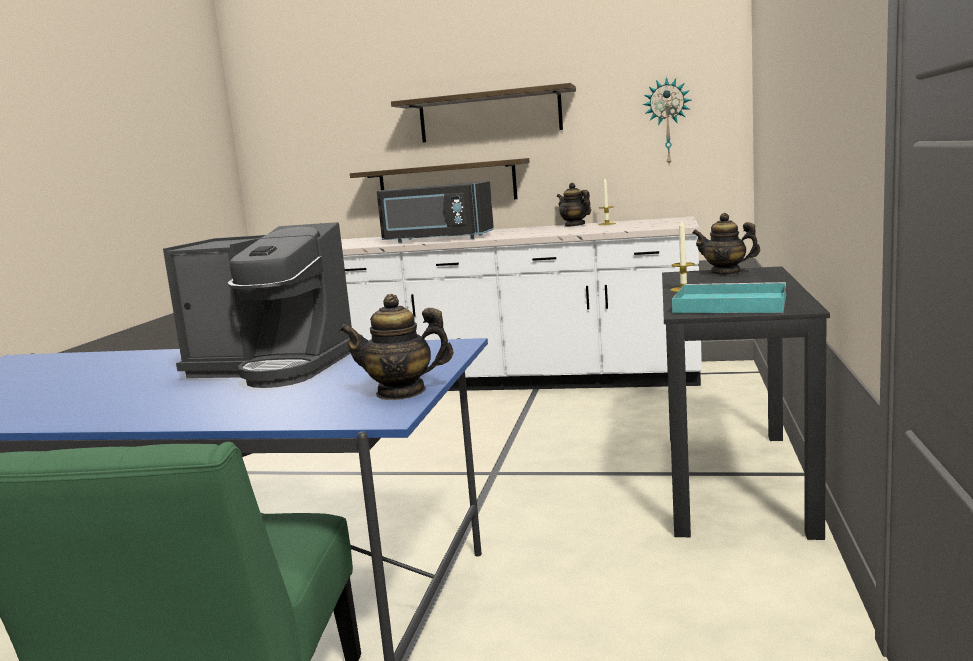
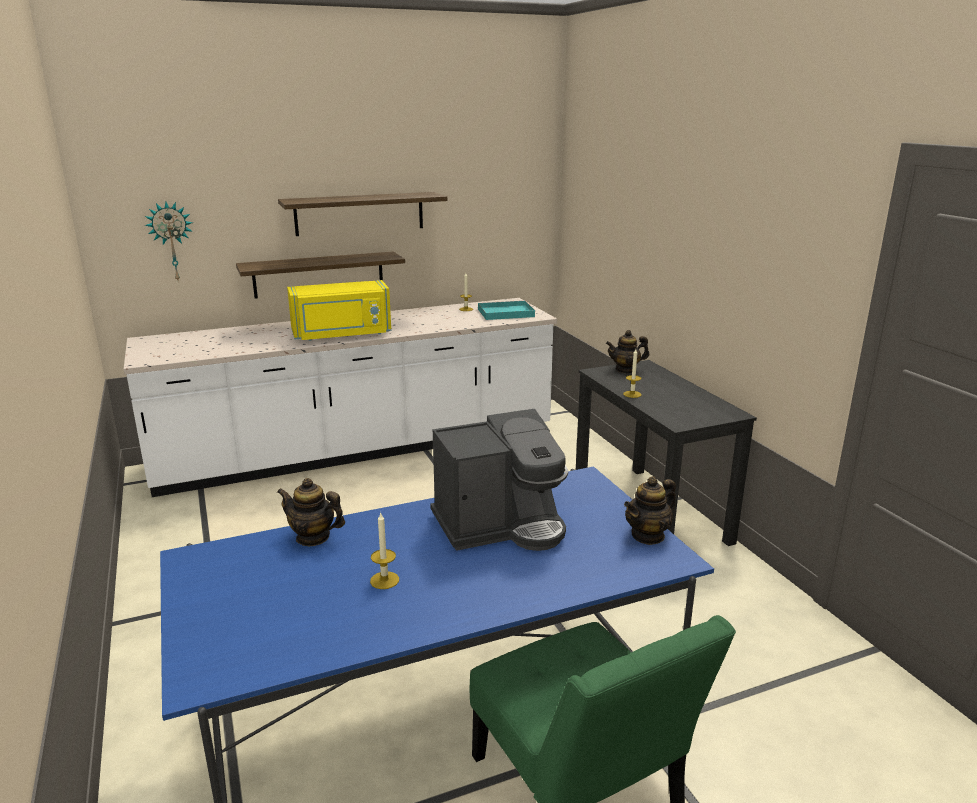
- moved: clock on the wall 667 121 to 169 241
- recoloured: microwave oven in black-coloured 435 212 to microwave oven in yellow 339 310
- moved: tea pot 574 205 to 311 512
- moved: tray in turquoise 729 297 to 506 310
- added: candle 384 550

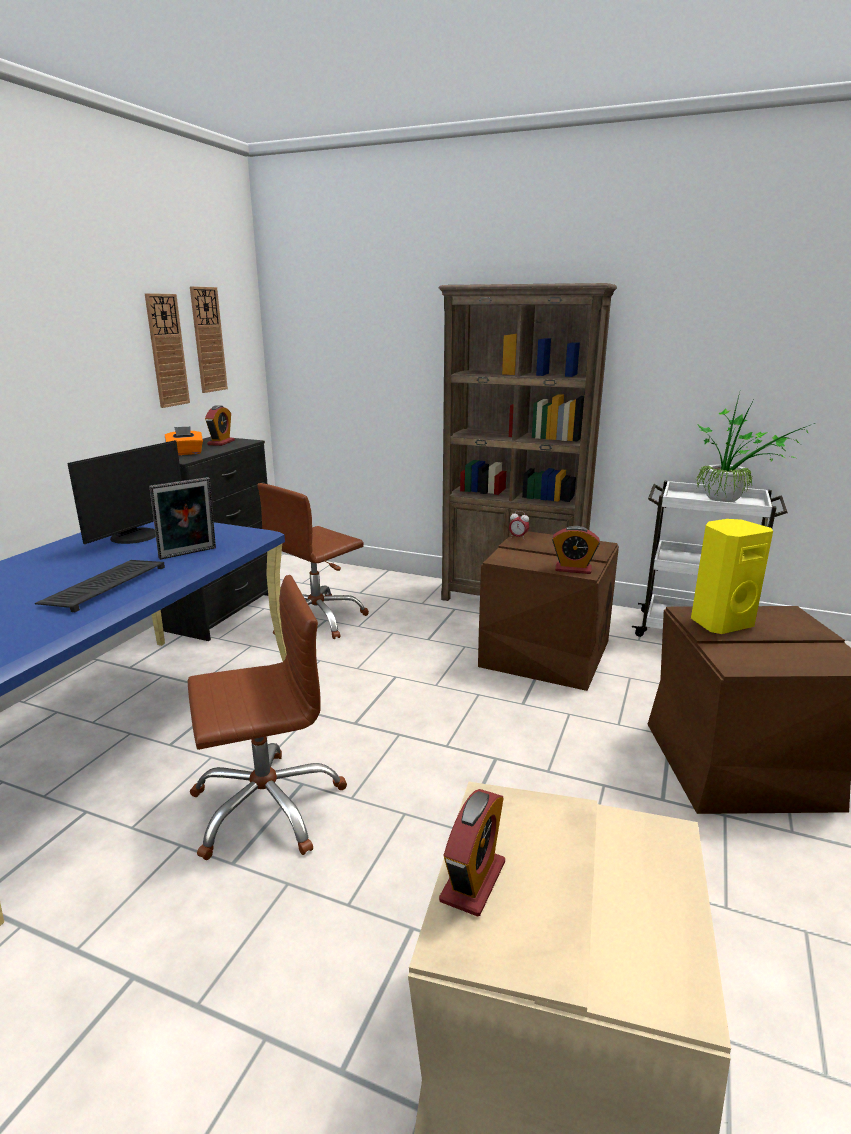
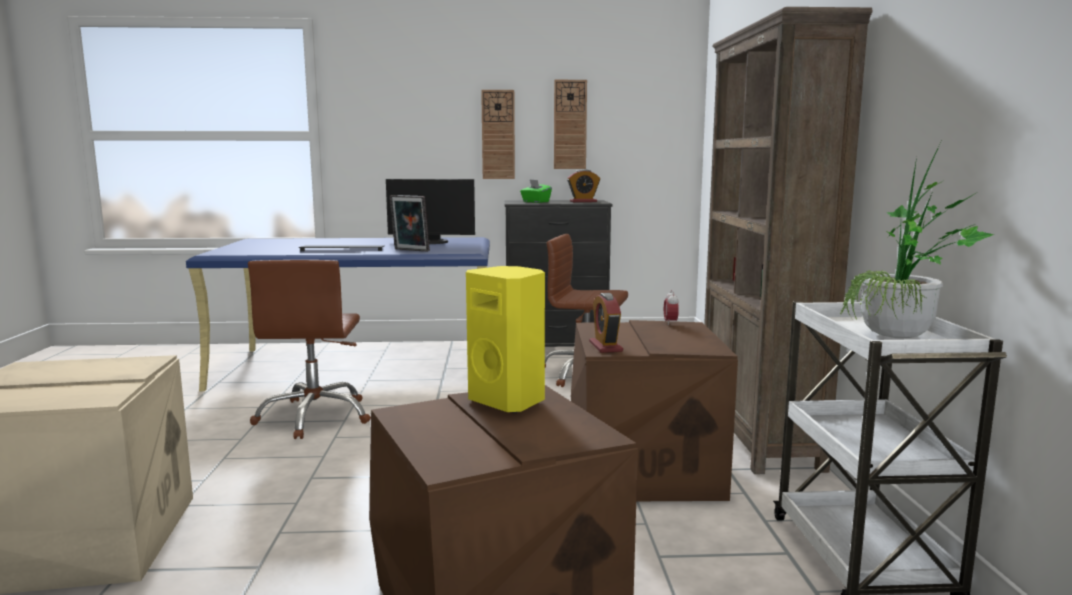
- moved: clock on the wall 209 339 to 498 134
- recoloured: tissue holder in orange 184 440 to tissue holder in green-coloured 536 191
- turned: desk chair in brown 267 717 = 309 349 45 degrees clockwise
- removed: bedside clock 472 853

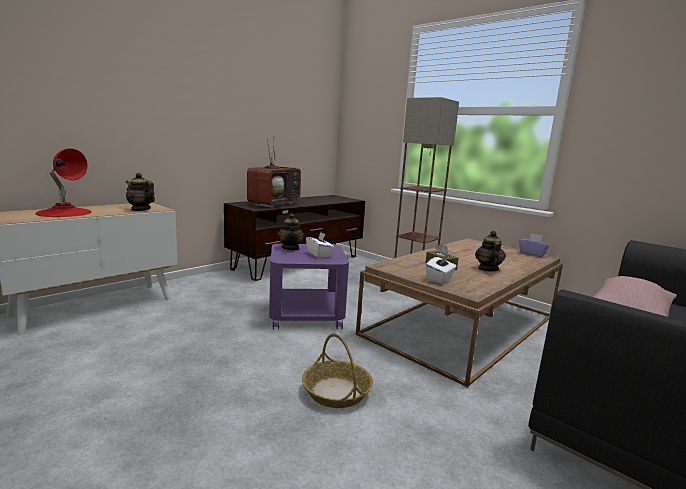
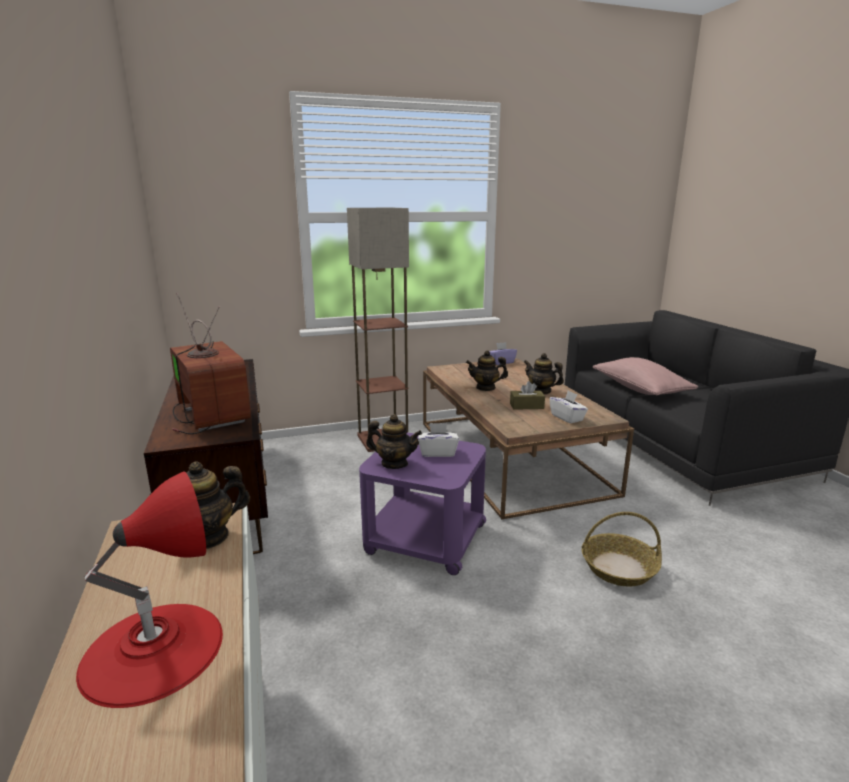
- added: tea pot 487 370

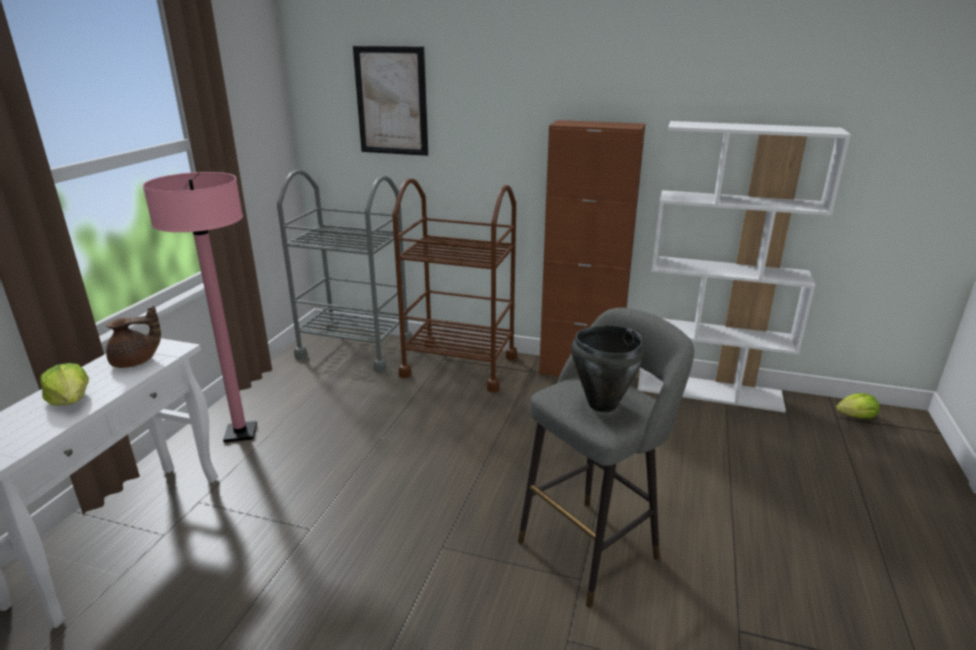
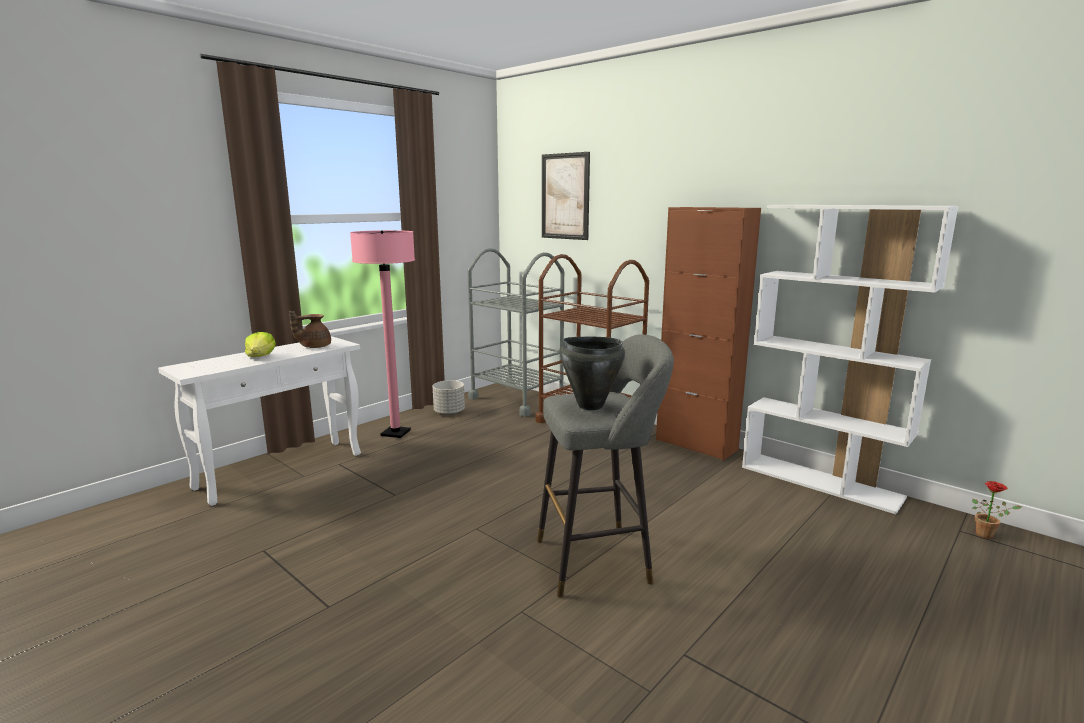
- turned: tea pot in brown 133 337 = 310 329 150 degrees clockwise
- replaced: lettuce 857 406 to potted plant 997 510
- added: planter in greyish 449 397

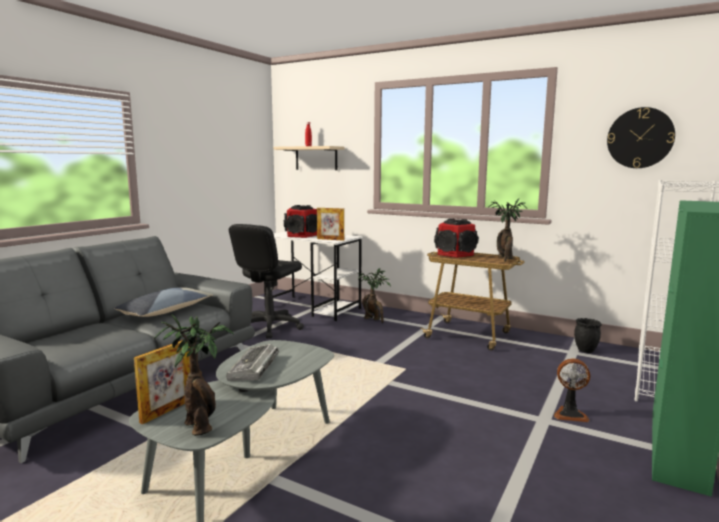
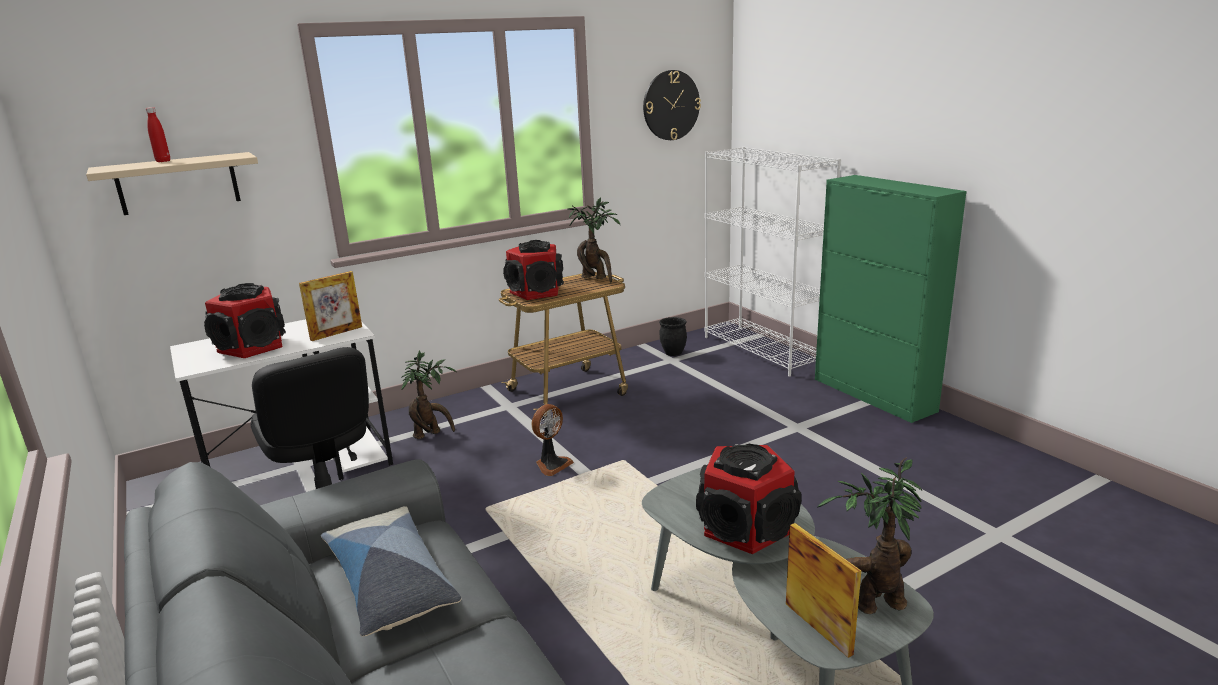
- replaced: computer keyboard 252 362 to speaker 748 499
- moved: electric fan 572 390 to 553 440

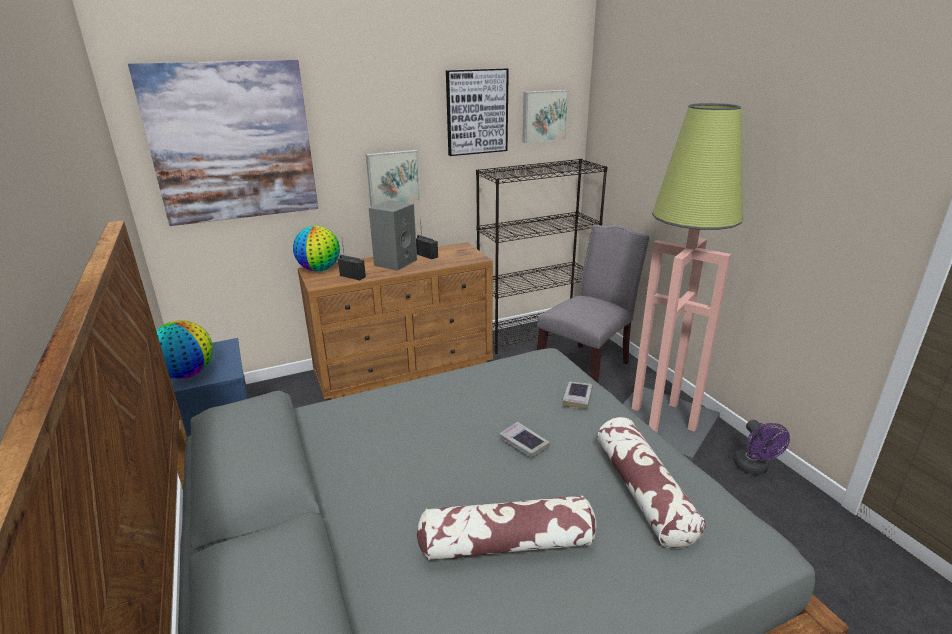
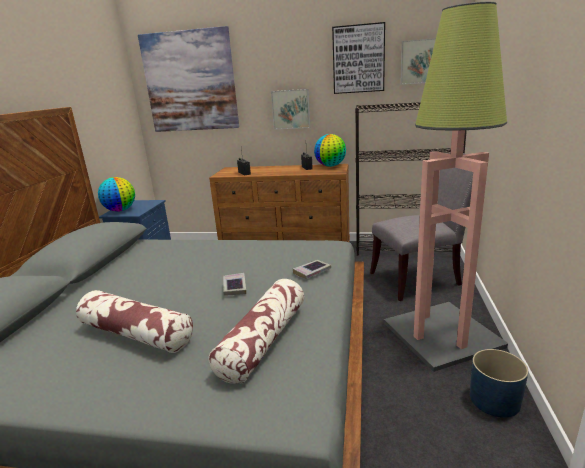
- removed: speaker in greyish 393 235
- moved: globe 316 248 to 330 150
- replaced: electric fan in purple-coloured 761 447 to planter in bluish 499 383

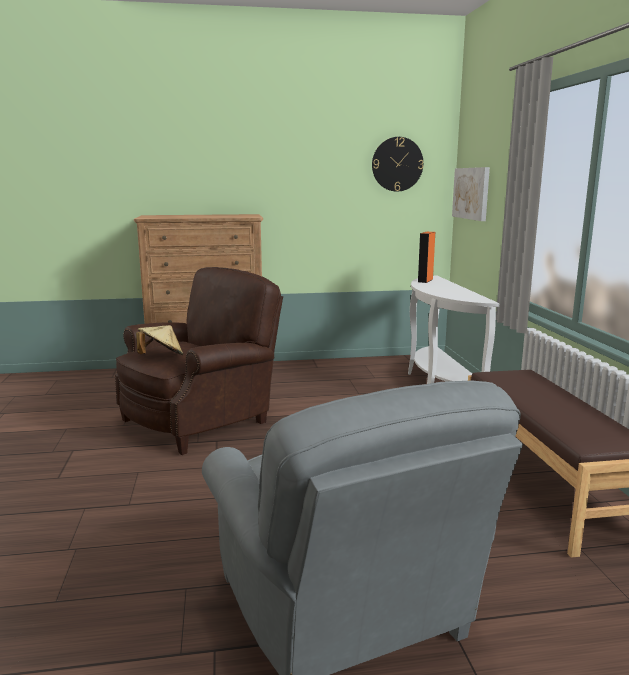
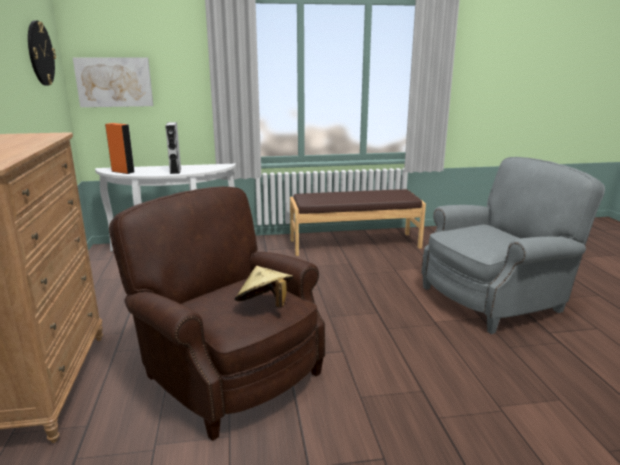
- added: speaker in greyish 173 148

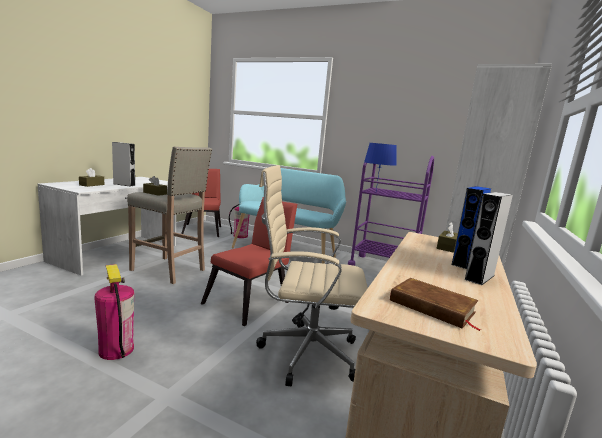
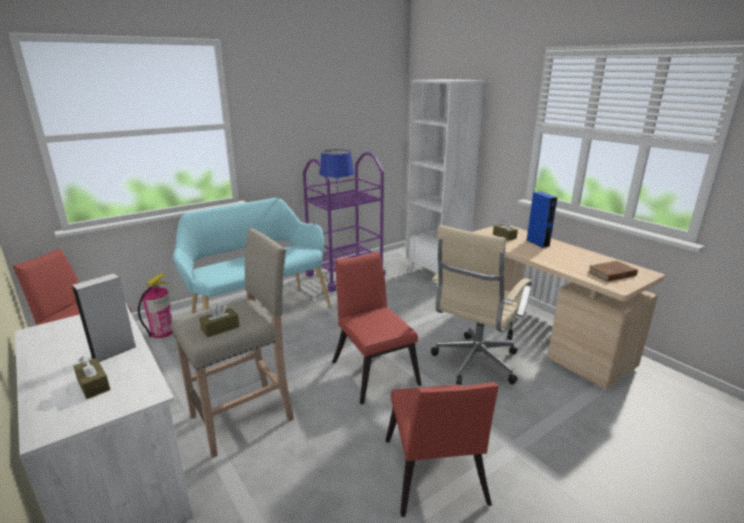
- removed: speaker in greyish 488 238
- replaced: extinguisher 114 312 to upright chair in reddish 442 449

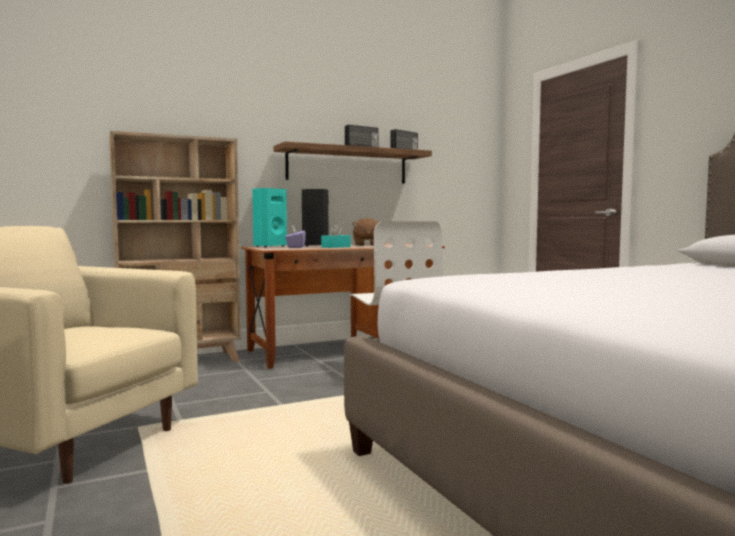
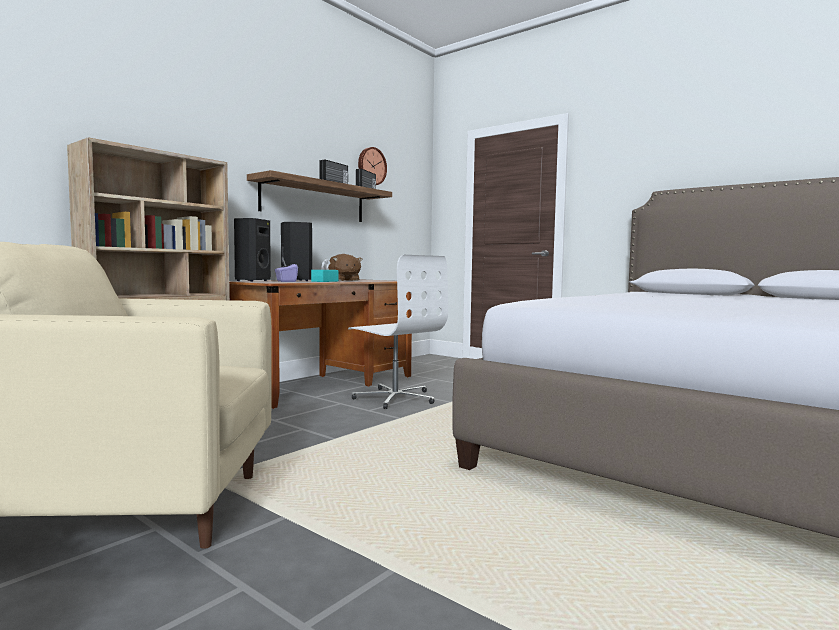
- recoloured: speaker in turquoise 269 217 to speaker in black-coloured 252 250
- added: clock on the wall 372 166

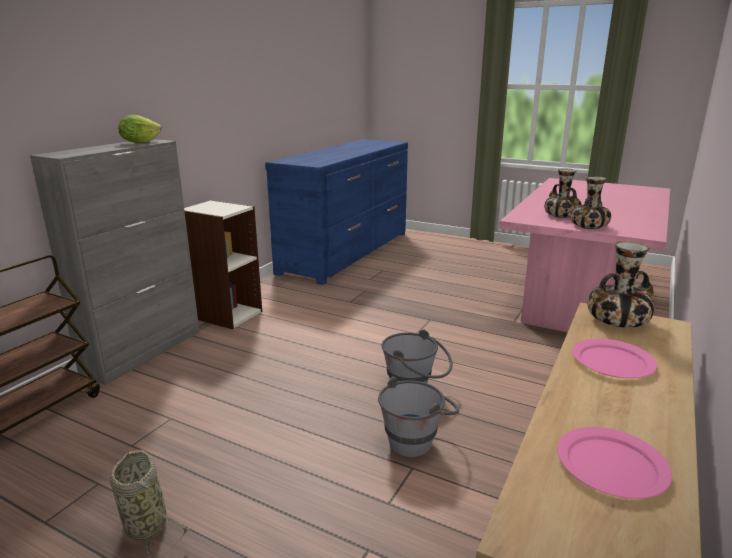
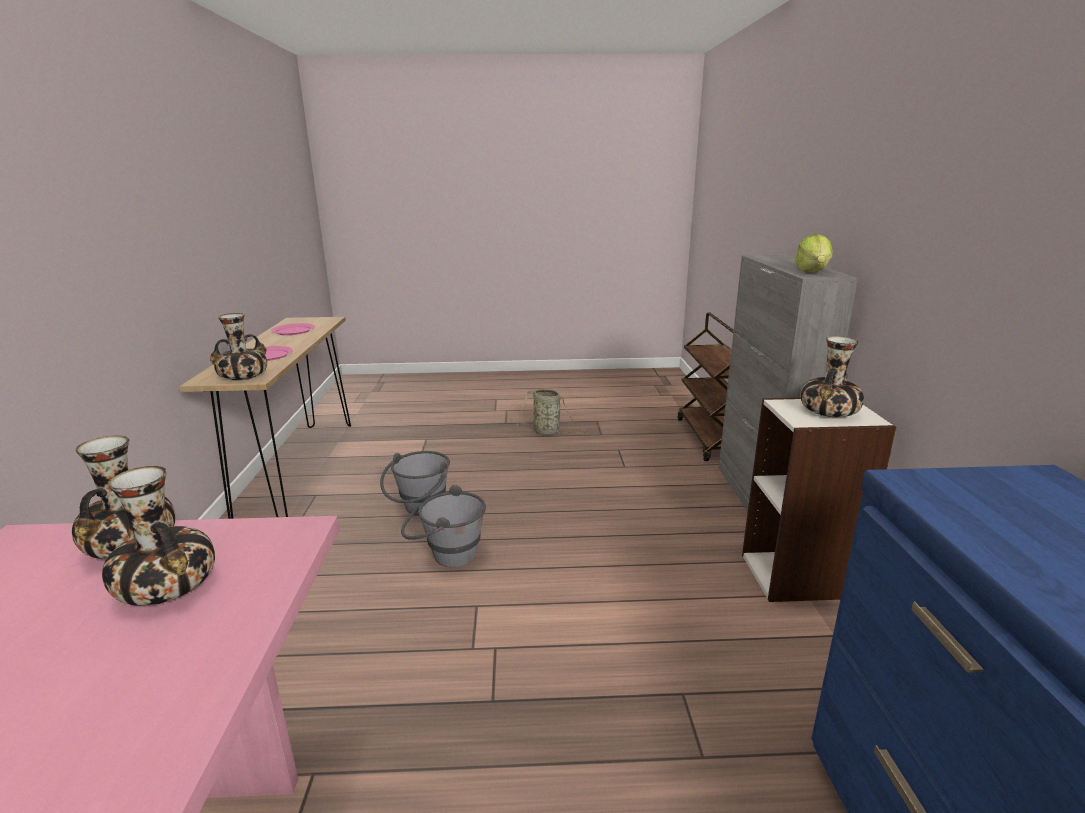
- added: flower vase 832 376

